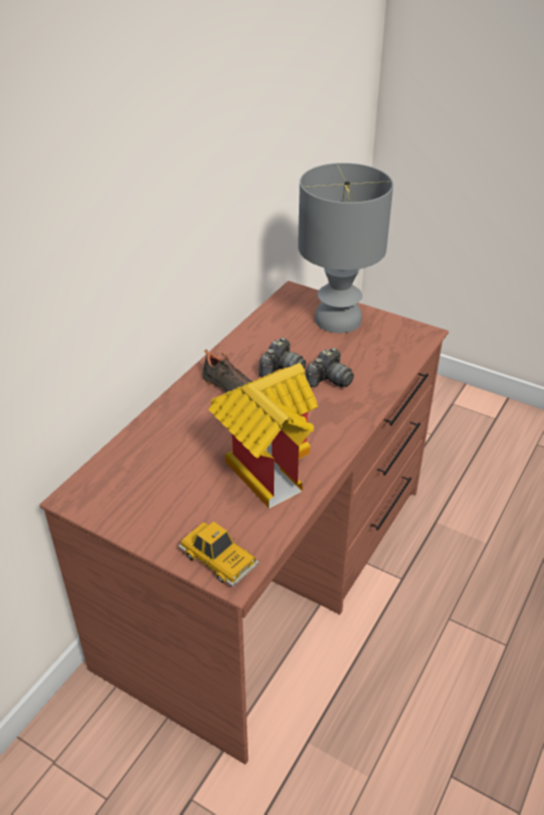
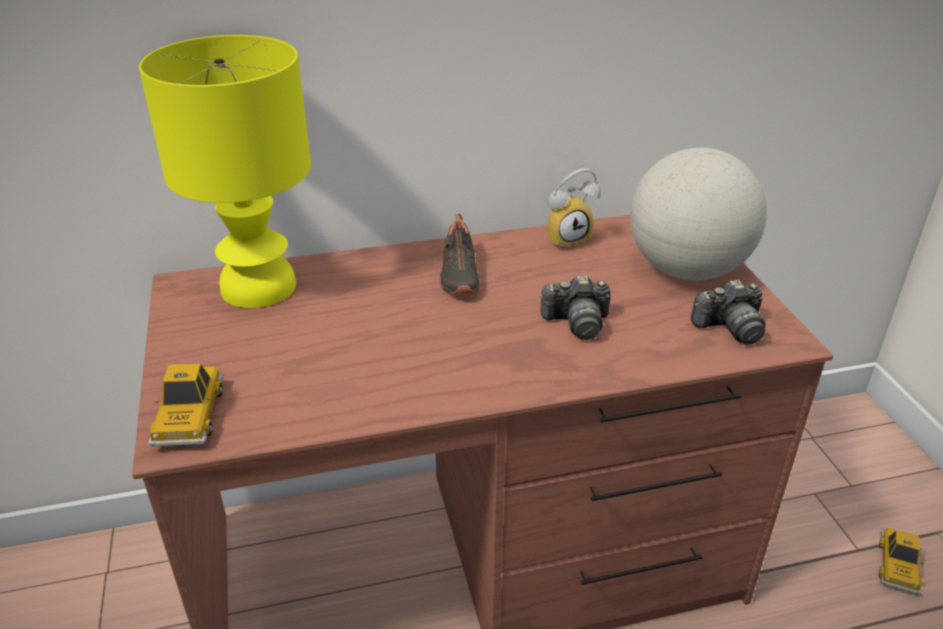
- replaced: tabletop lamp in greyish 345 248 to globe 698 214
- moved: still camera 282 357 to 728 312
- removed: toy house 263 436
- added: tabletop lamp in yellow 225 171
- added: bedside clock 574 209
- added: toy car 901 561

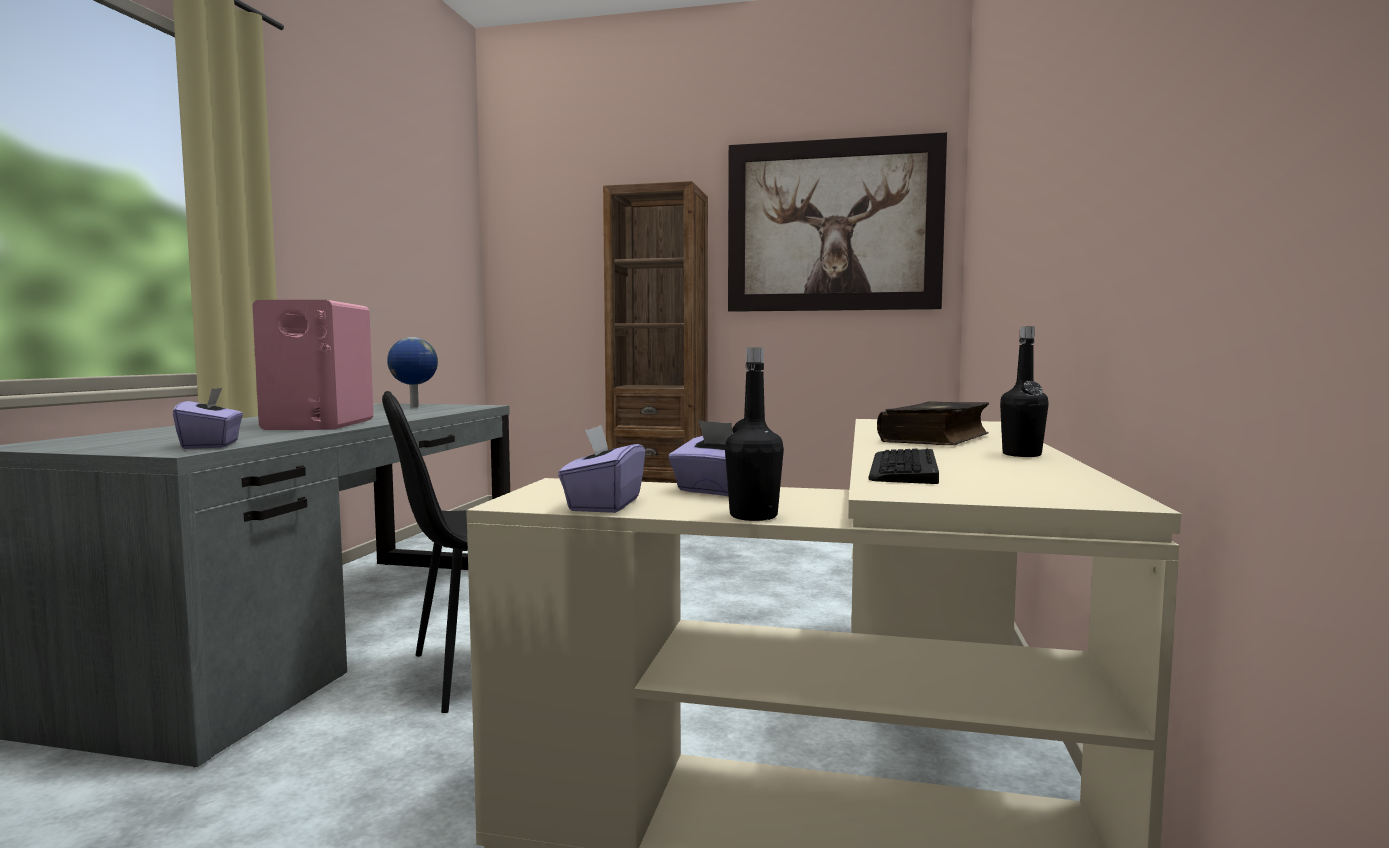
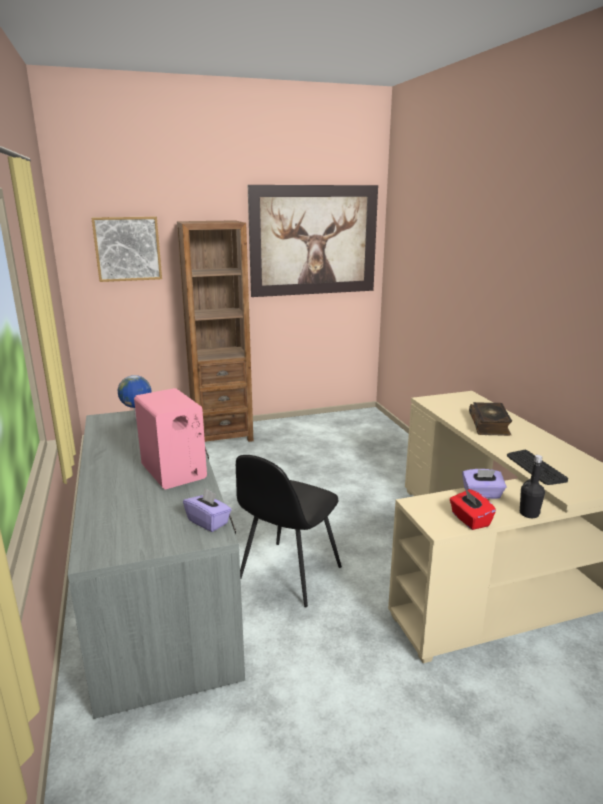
- removed: bottle in black-coloured 1024 392
- recoloured: tissue holder in purple-coloured 601 469 to tissue holder in reddish 473 509
- added: wall picture 126 249

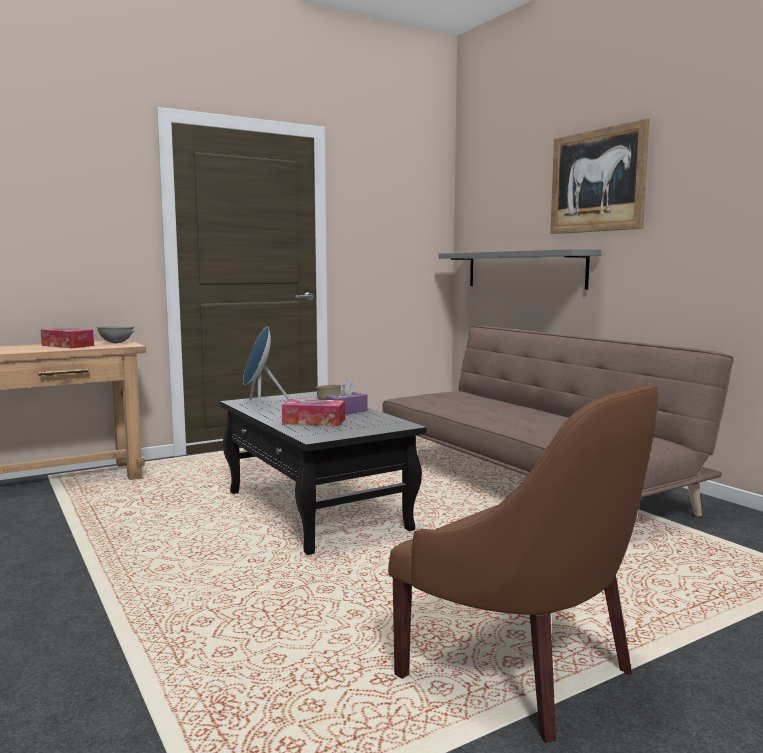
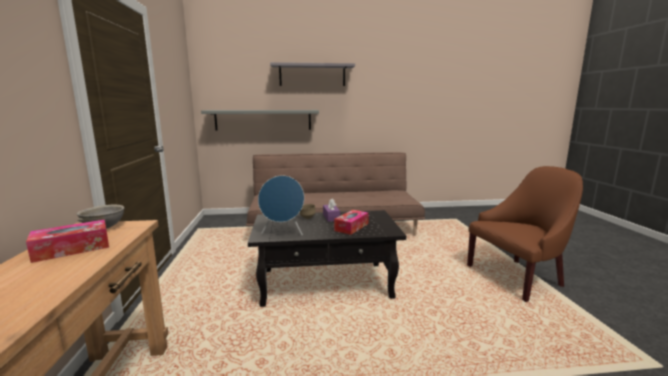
- replaced: wall picture 600 176 to wall shelf in greyish 312 74

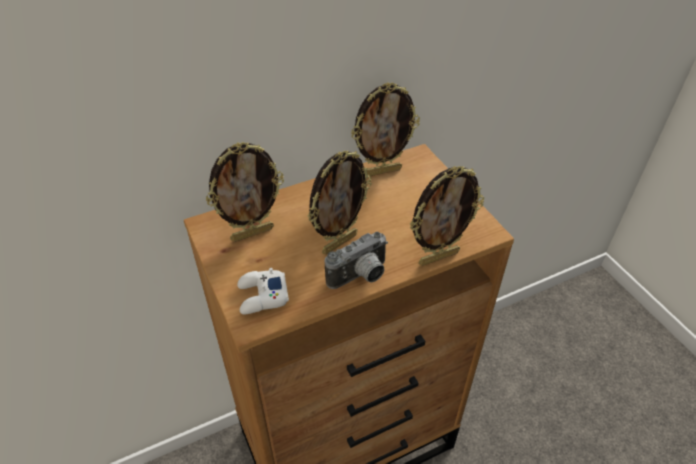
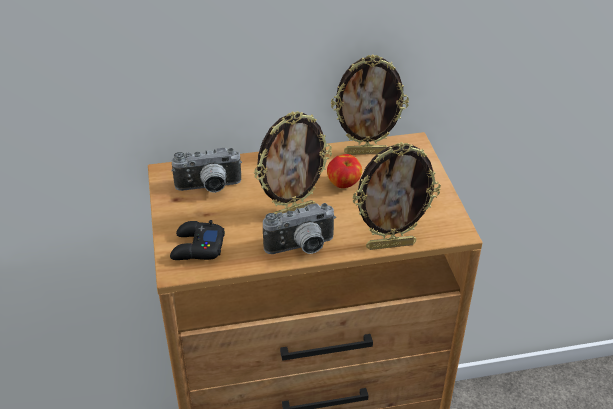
- replaced: photo frame 245 192 to still camera 207 170
- recoloured: game controller in whitish 263 291 to game controller in black-coloured 197 240
- added: apple 344 171

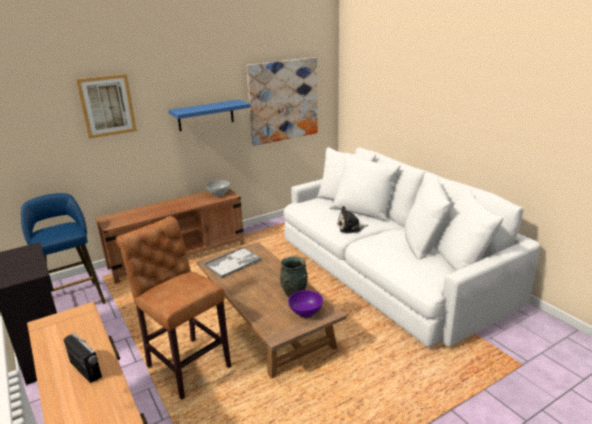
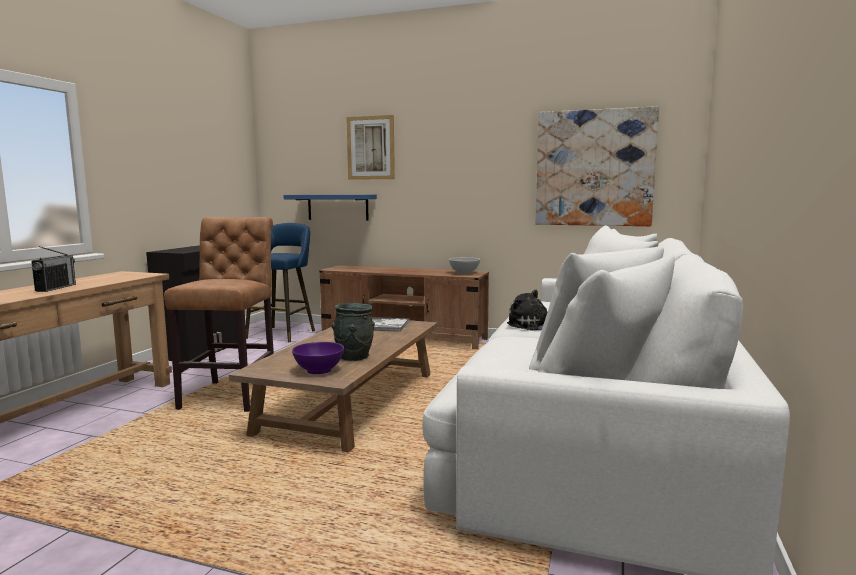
- moved: wall shelf in bluish 209 115 to 330 208

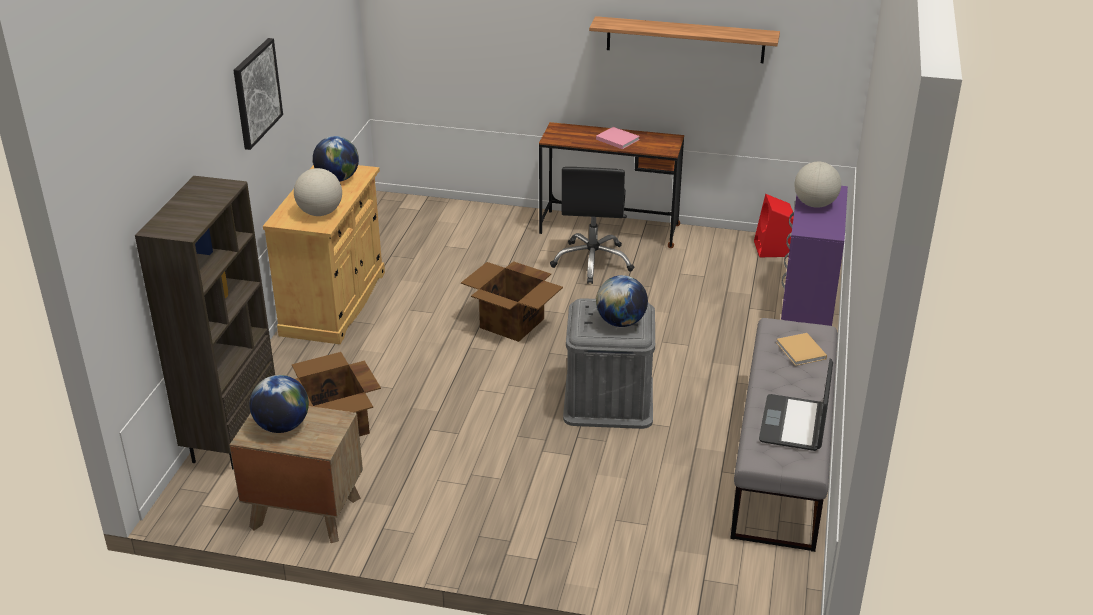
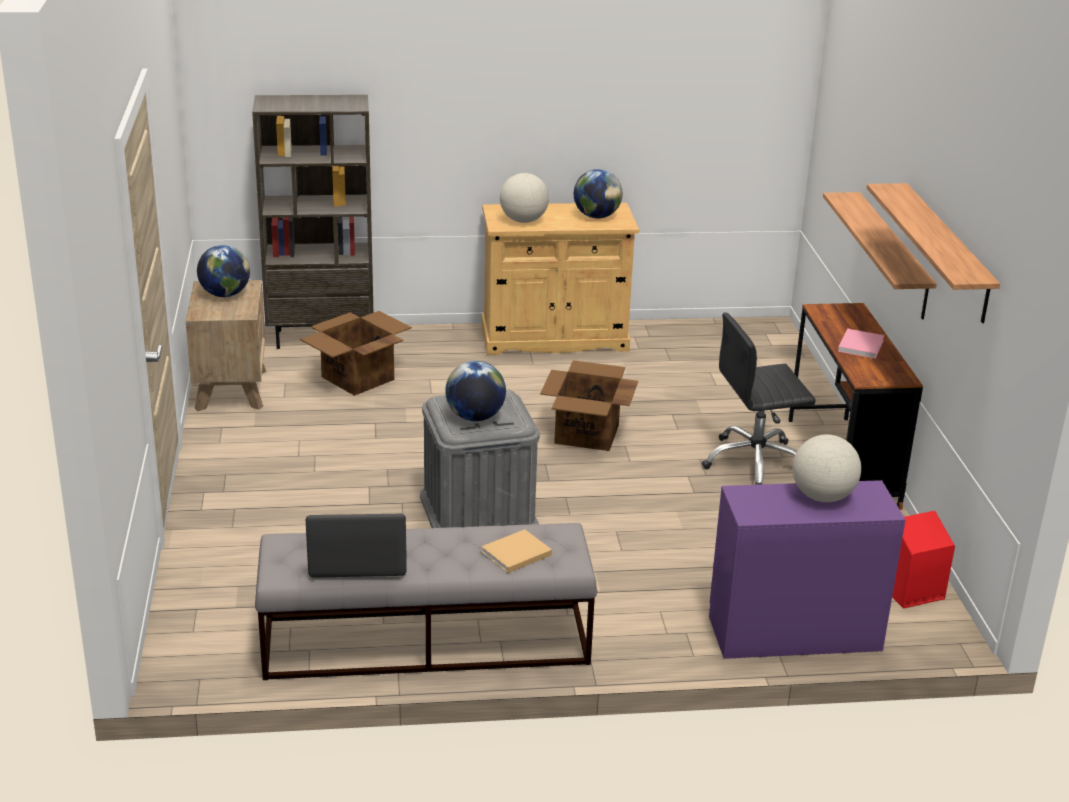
- removed: wall picture 258 94
- added: wall shelf 880 256

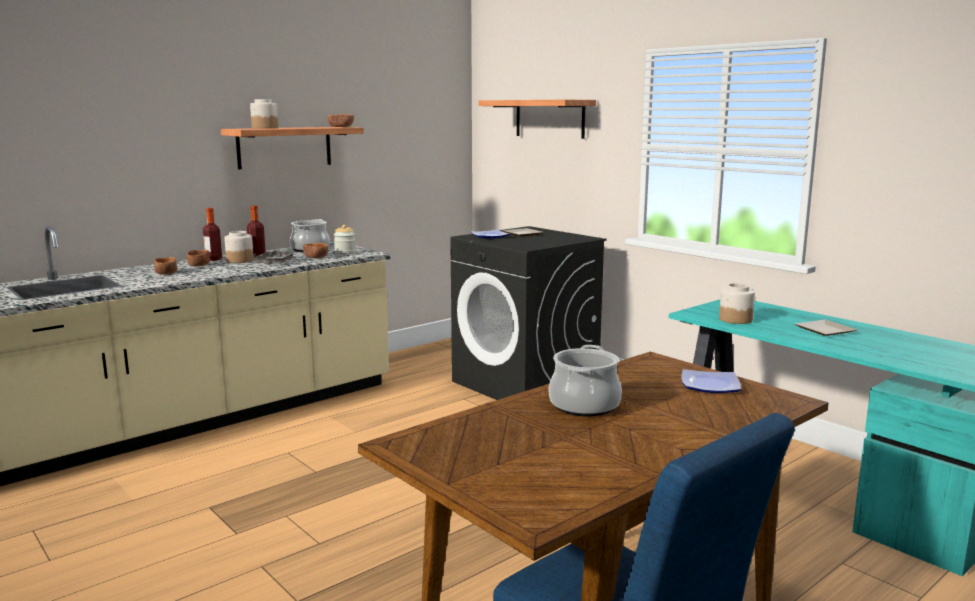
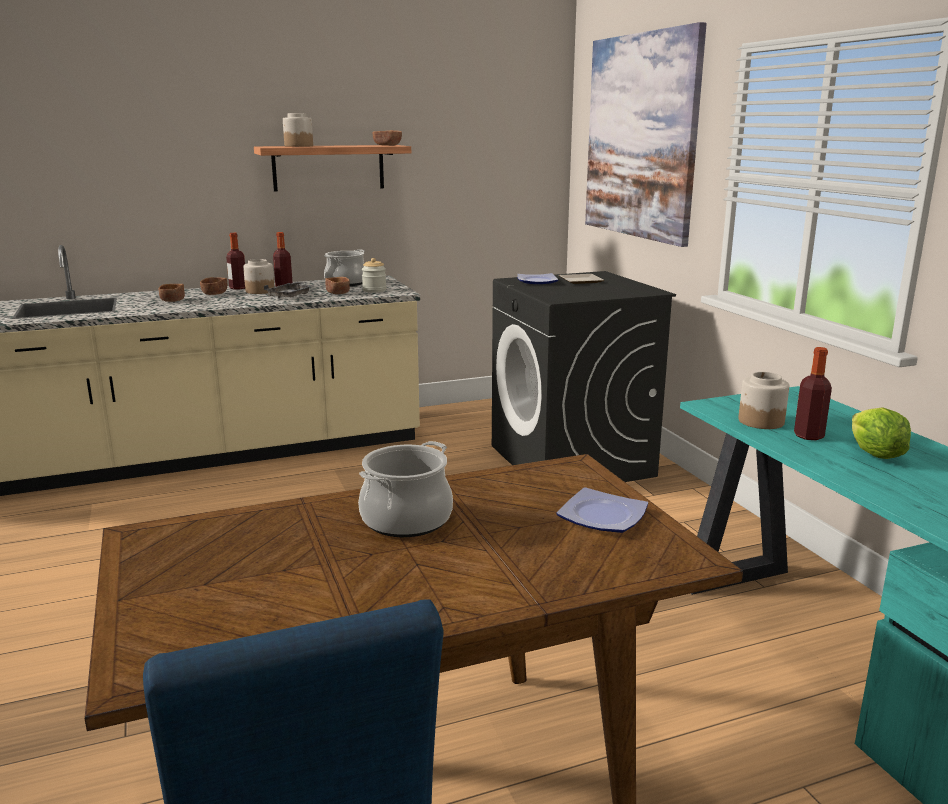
- replaced: wall shelf 537 119 to wall picture 646 134
- replaced: flat dish 826 327 to lettuce 881 433
- added: bottle 813 393

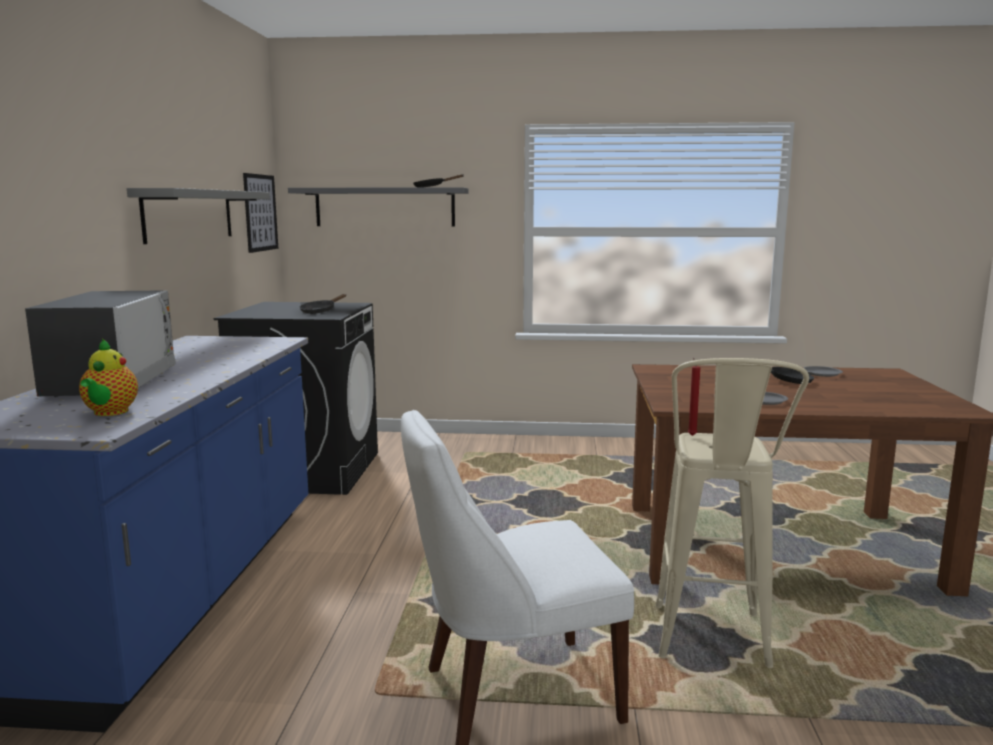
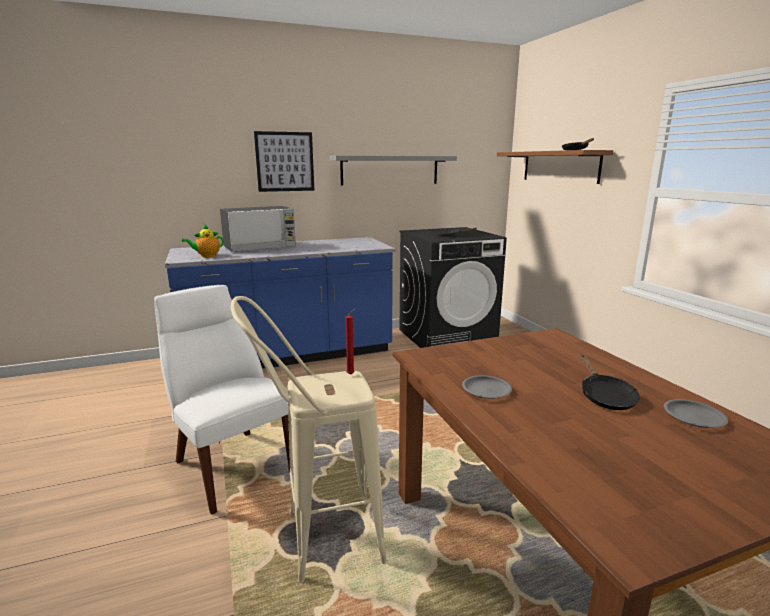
- moved: wall picture 260 213 to 284 161
- recoloured: wall shelf in greyish 378 207 to wall shelf in brown 555 167

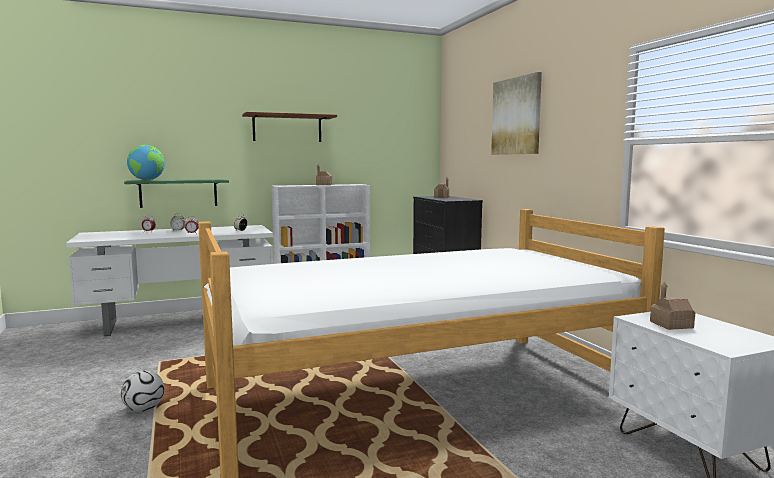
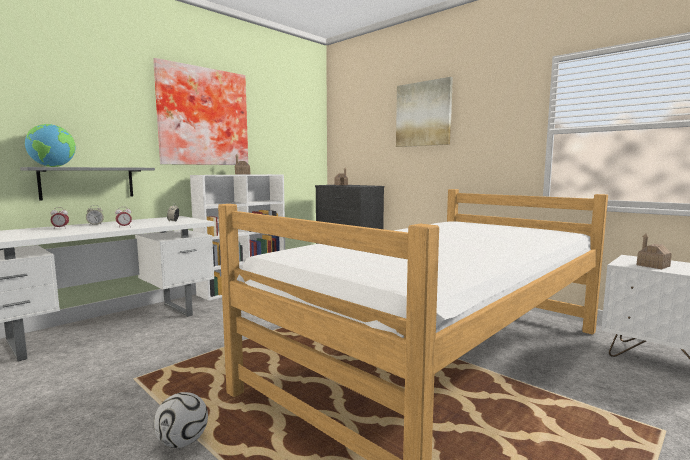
- replaced: wall shelf in brown 289 127 to wall picture 200 111
- recoloured: wall shelf in green-coloured 176 193 to wall shelf in greyish 87 184

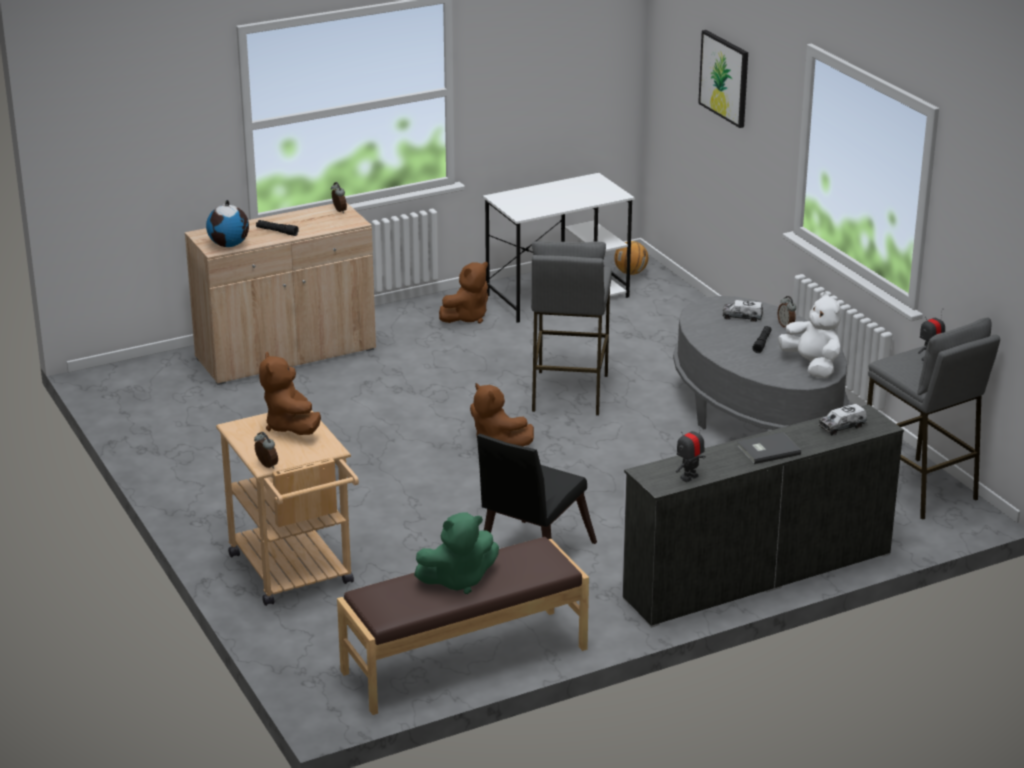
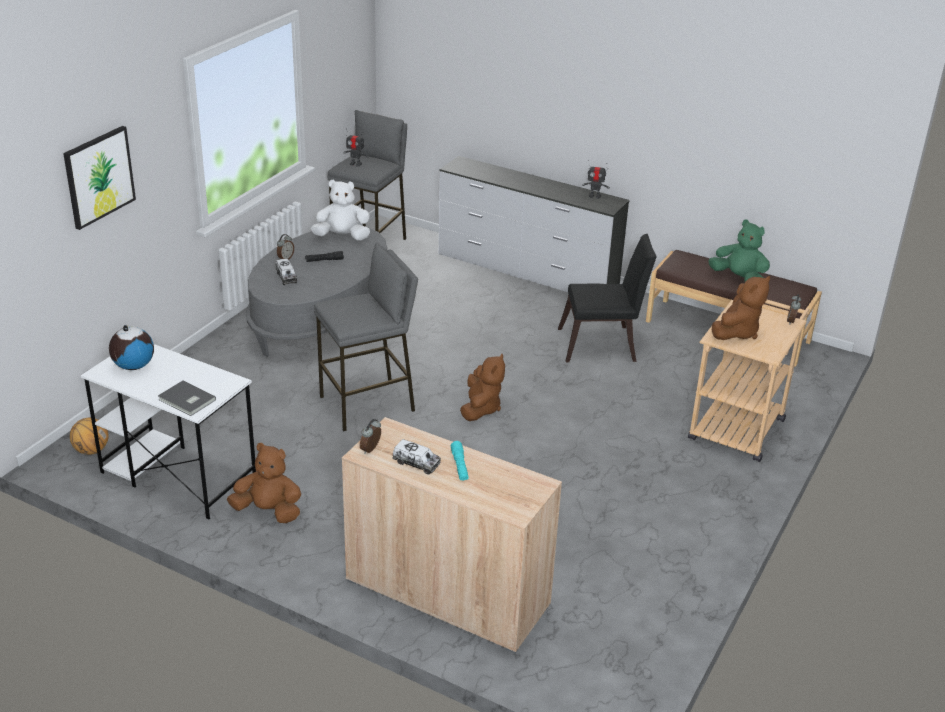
- moved: globe 227 223 to 131 347
- recoloured: flashlight in black-coloured 277 228 to flashlight in turquoise 460 460
- turned: plush toy in whitish 809 335 = 340 210 60 degrees clockwise
- moved: model truck 843 419 to 417 457
- moved: volume in greyish 769 448 to 187 398

